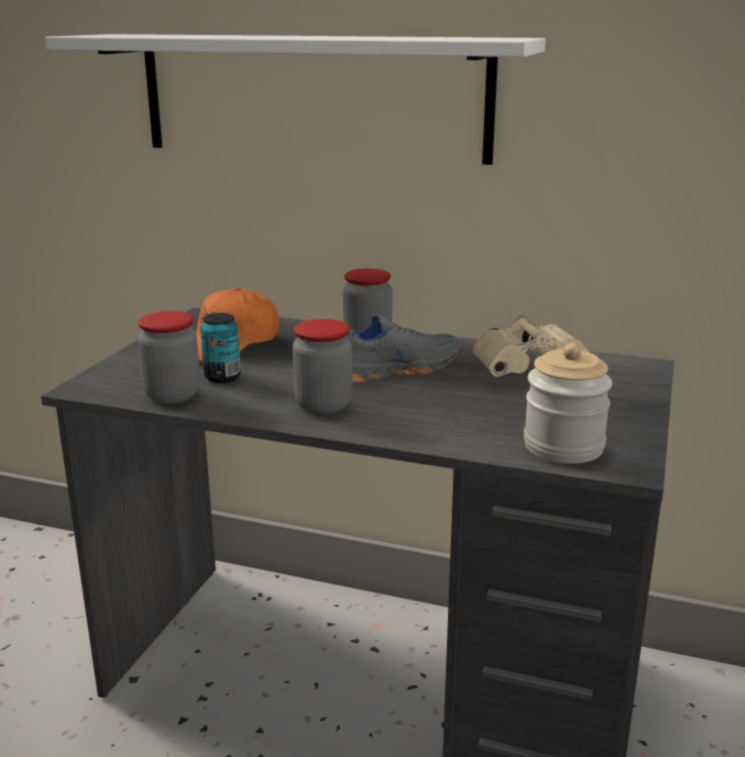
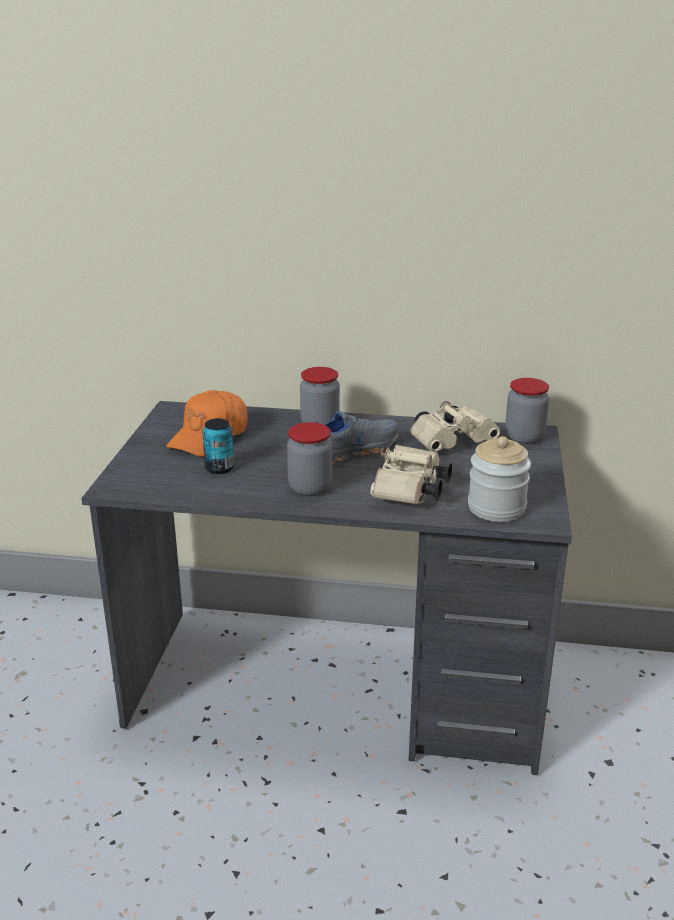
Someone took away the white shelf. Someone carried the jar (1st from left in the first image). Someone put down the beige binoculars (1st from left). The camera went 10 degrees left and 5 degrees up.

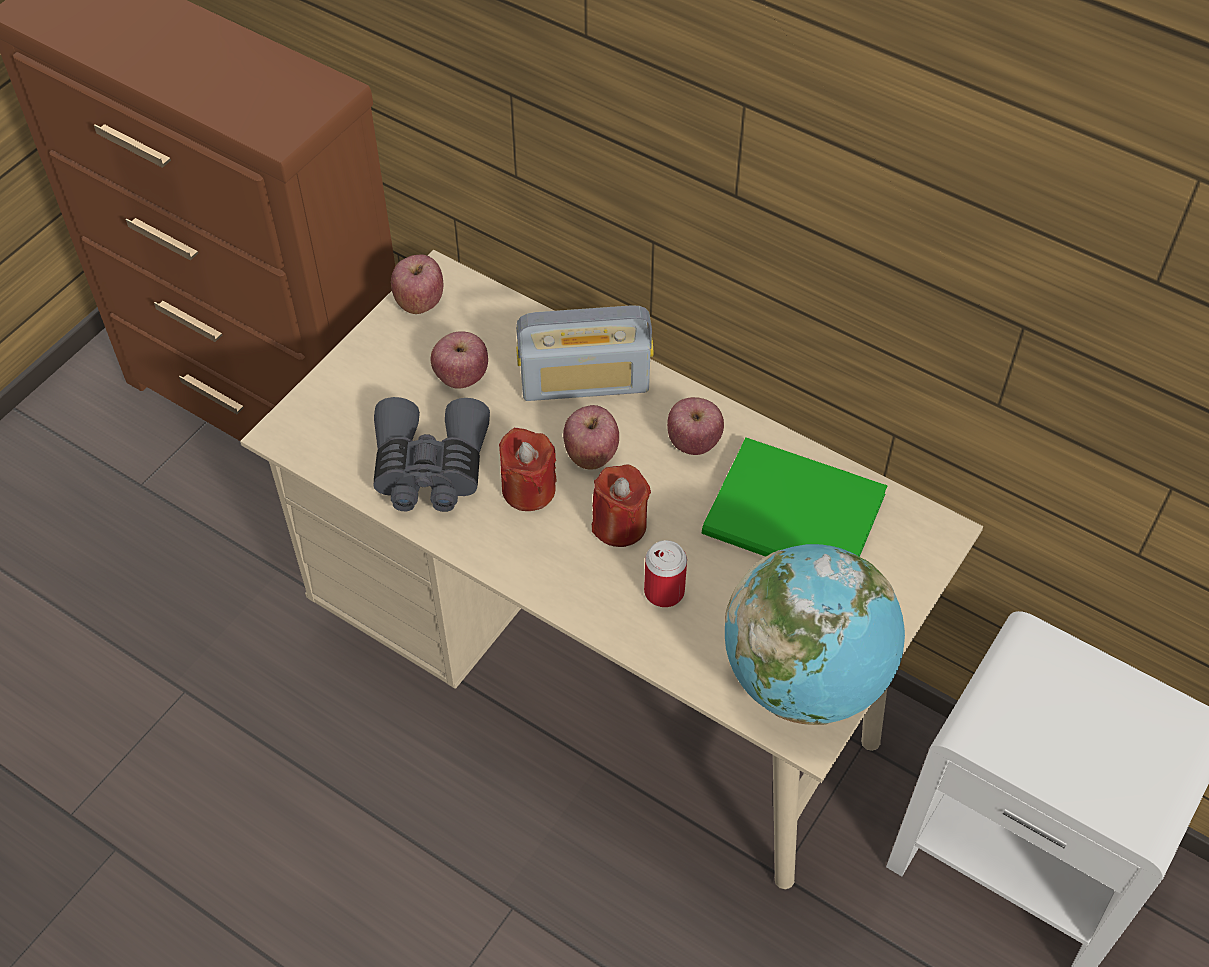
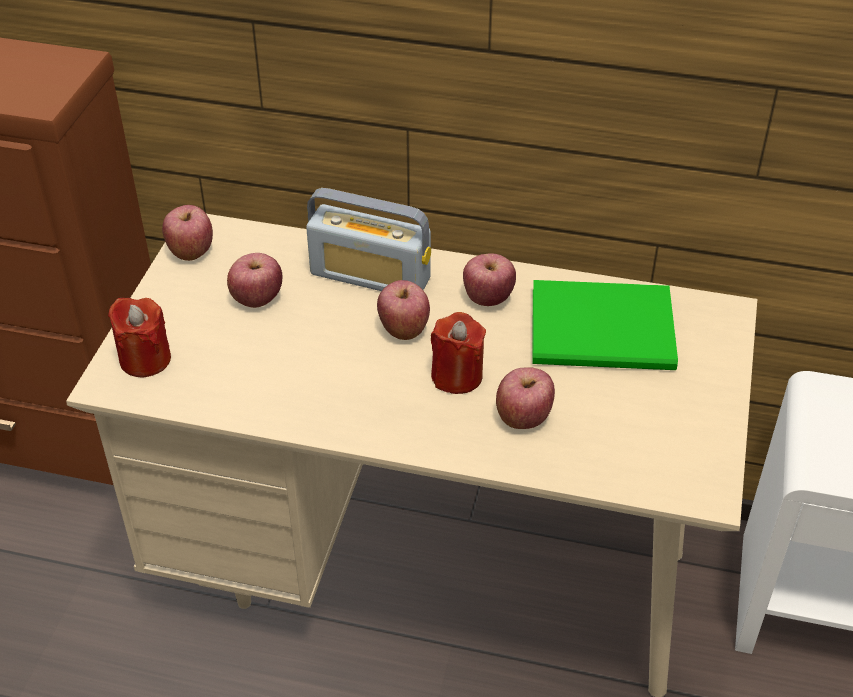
Someone rotated the radio by 45 degrees clockwise. Someone took away the grey binoculars. Someone carried the red candle (1st from left). Someone swapped the can for the apple (5th from left). Someone took away the globe. The camera went 20 degrees left and 10 degrees down.

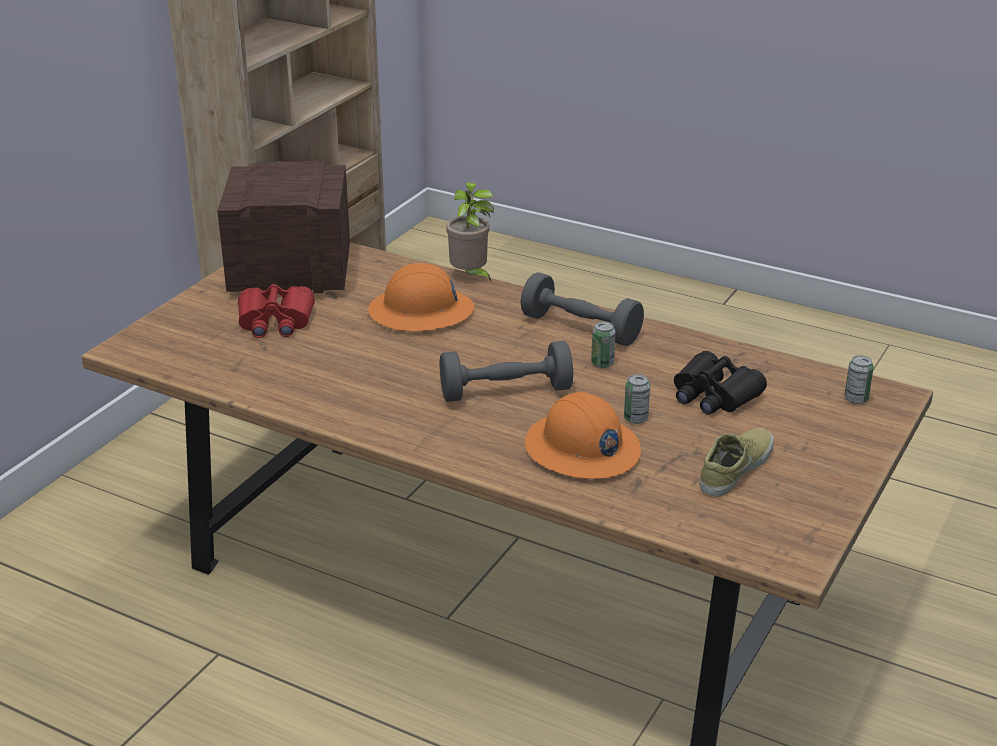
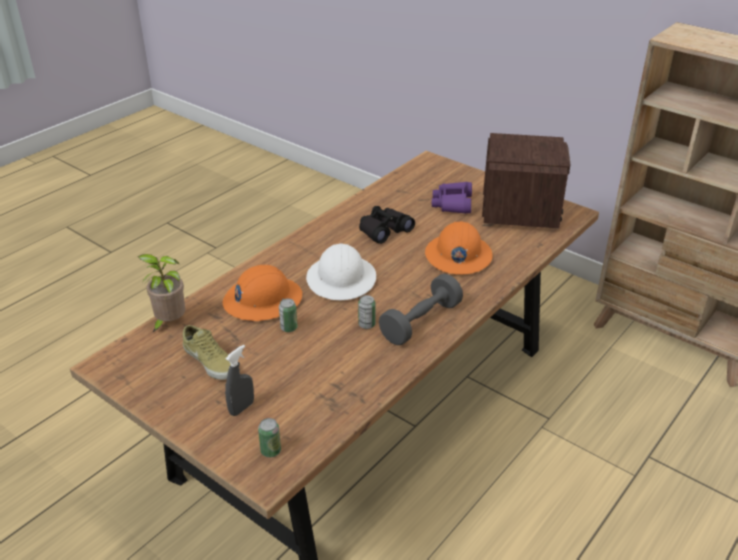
Someone carried the potted plant. Someone repainted the red binoculars, which became the purple binoculars. Someone swapped the grey dumbbell (1st from left) for the white hard hat. Someone carried the black binoculars. Someone put down the grey spray bottle. The camera went 100 degrees right and 5 degrees up.

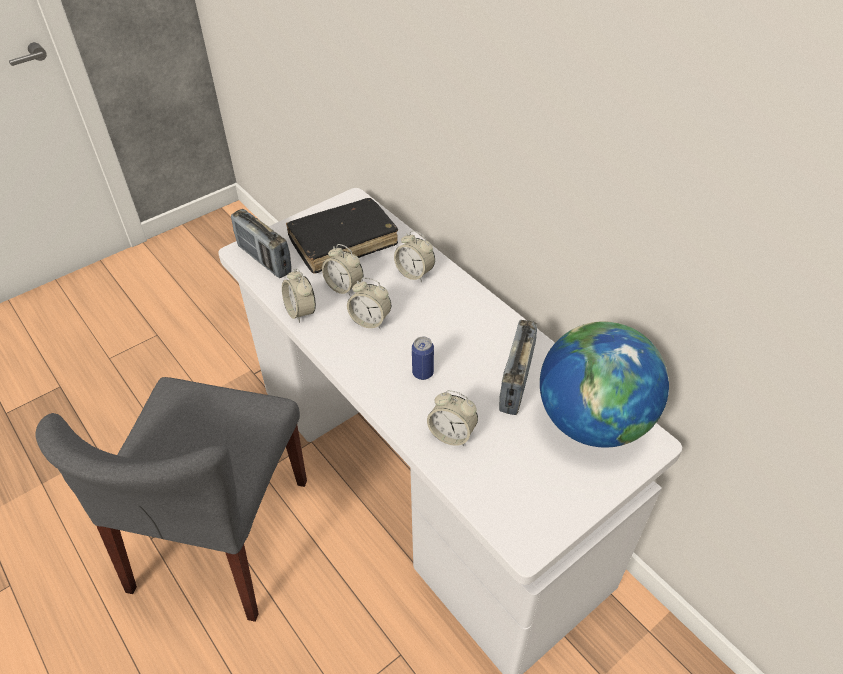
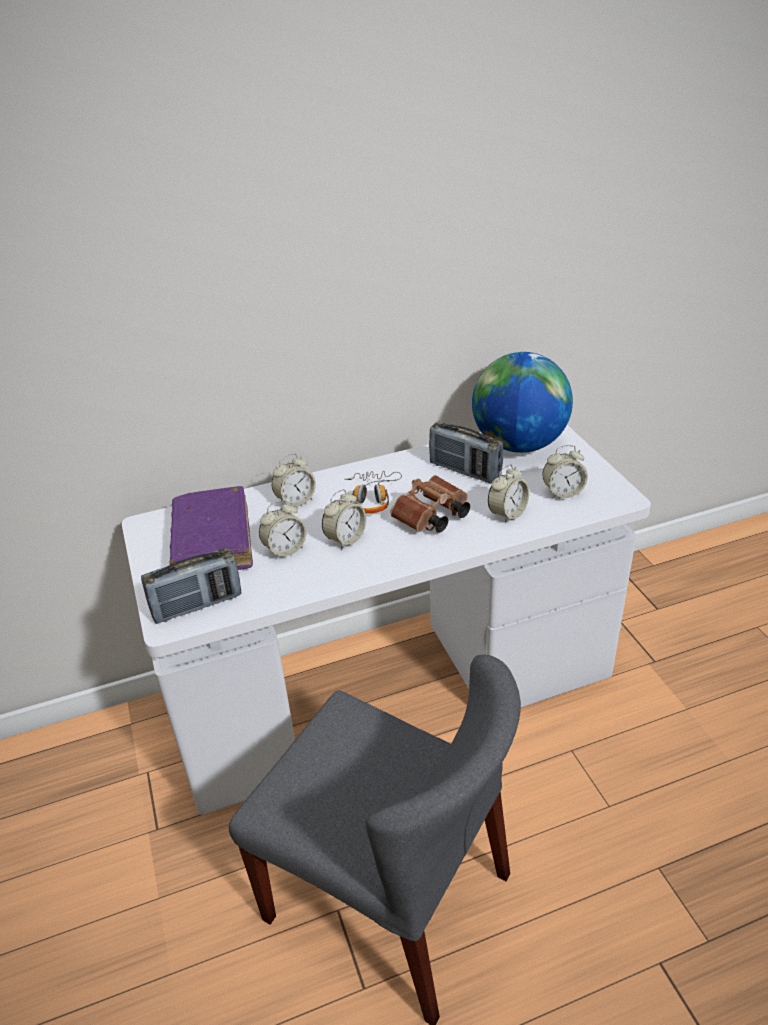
Someone repainted the black book, which became the purple book. Someone carried the alarm clock (1st from left in the first image). Someone swapped the can for the brown binoculars. Someone put down the headphones. The camera went 70 degrees left and 10 degrees down.

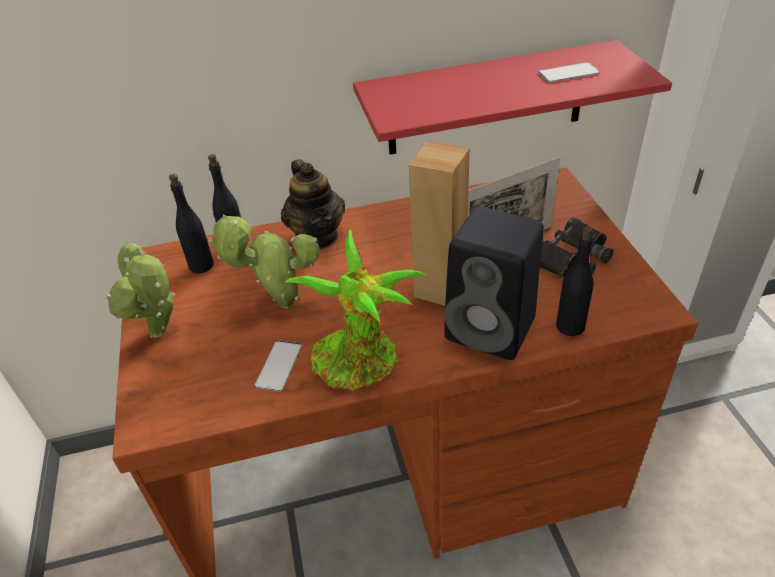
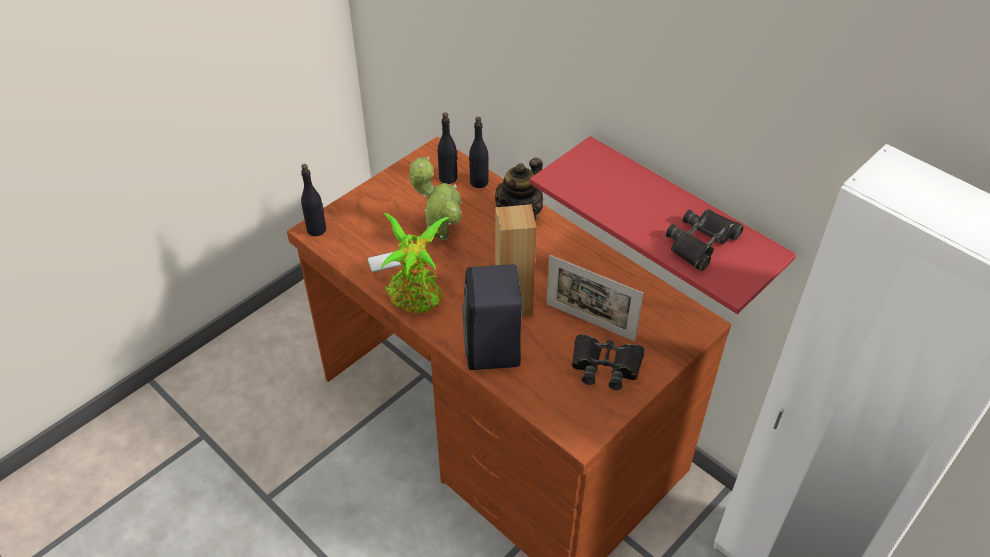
Someone swapped the phone (2nd from left) for the black binoculars (2nd from left). Someone carried the black bottle (3rd from left in the first image). Someone took away the potted plant (1st from left). The camera went 55 degrees right and 5 degrees up.

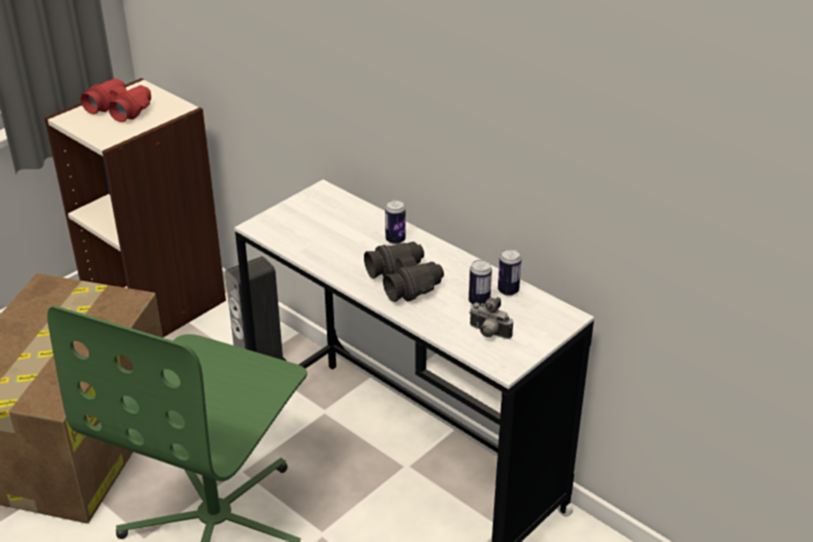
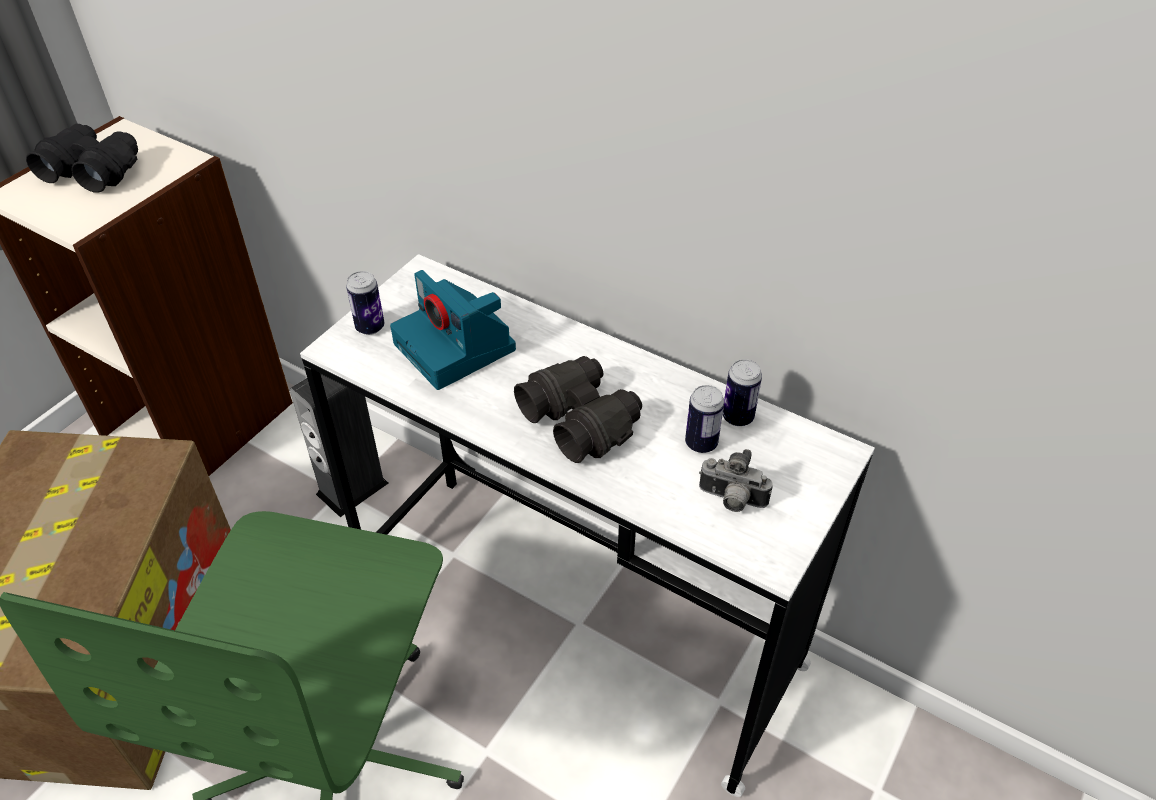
Someone repainted the red binoculars, which became the black binoculars (1st from left). Someone carried the can (1st from left). Someone put down the photo camera (1st from left). The camera went 10 degrees left and 10 degrees up.

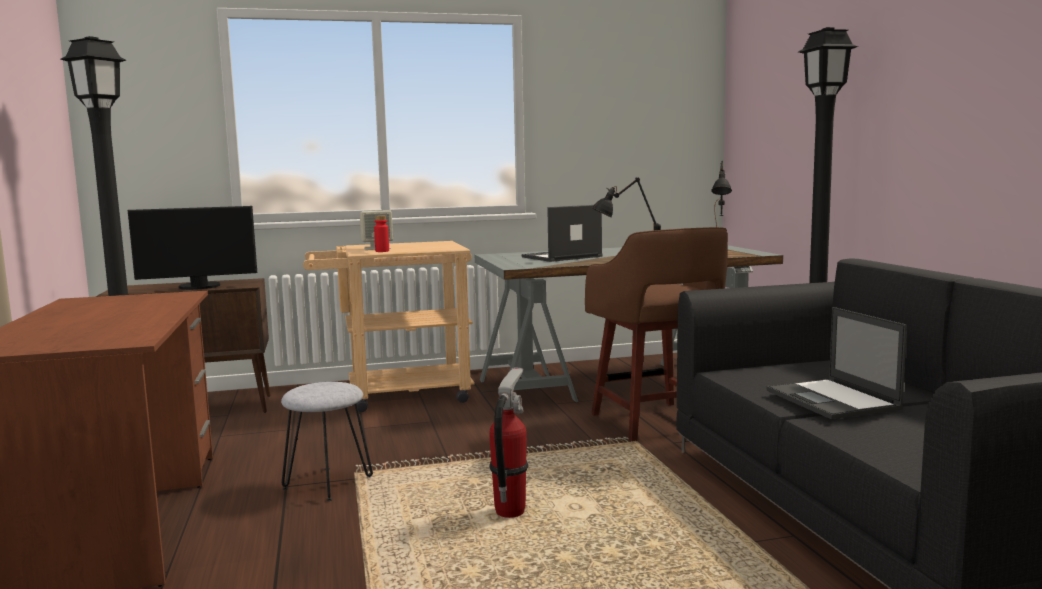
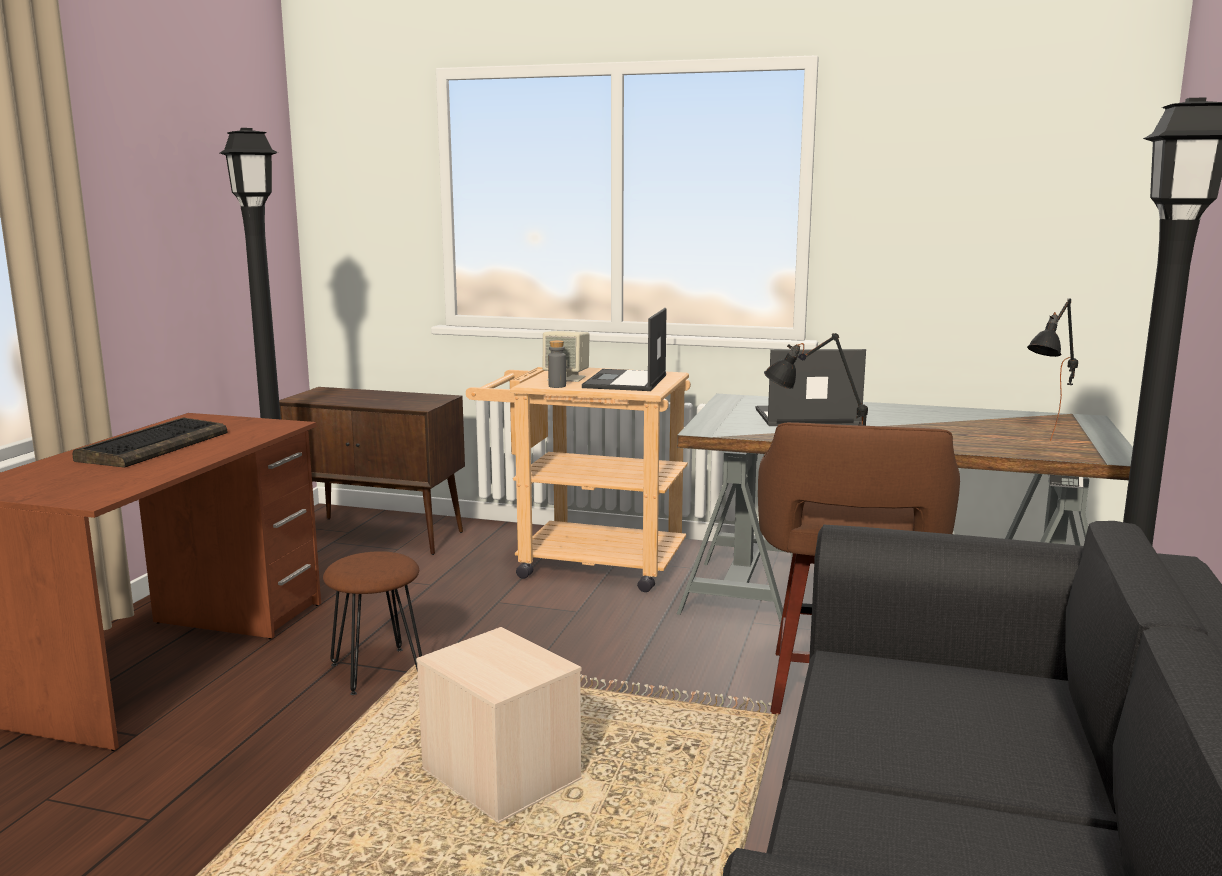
Someone took away the monitor. Someone repainted the red bottle, which became the grey bottle. Someone carried the laptop (2nd from left in the first image). Someone swapped the fire extinguisher for the beige storage box. Someone repainted the grey stool, which became the brown stool (1st from left). Someone put down the keyboard. The camera went 30 degrees right and 5 degrees up.

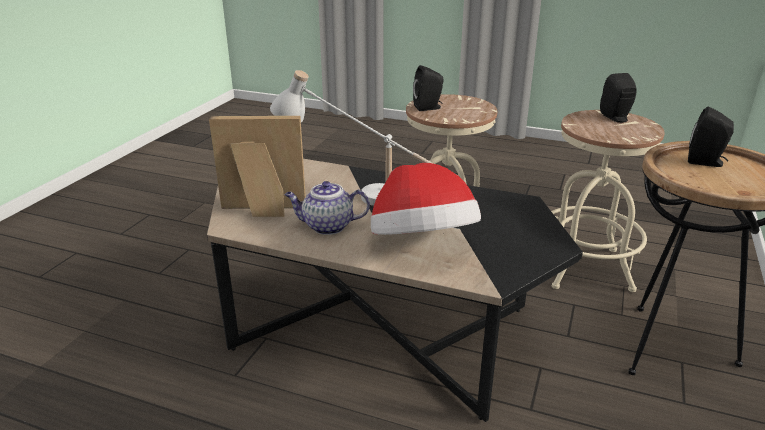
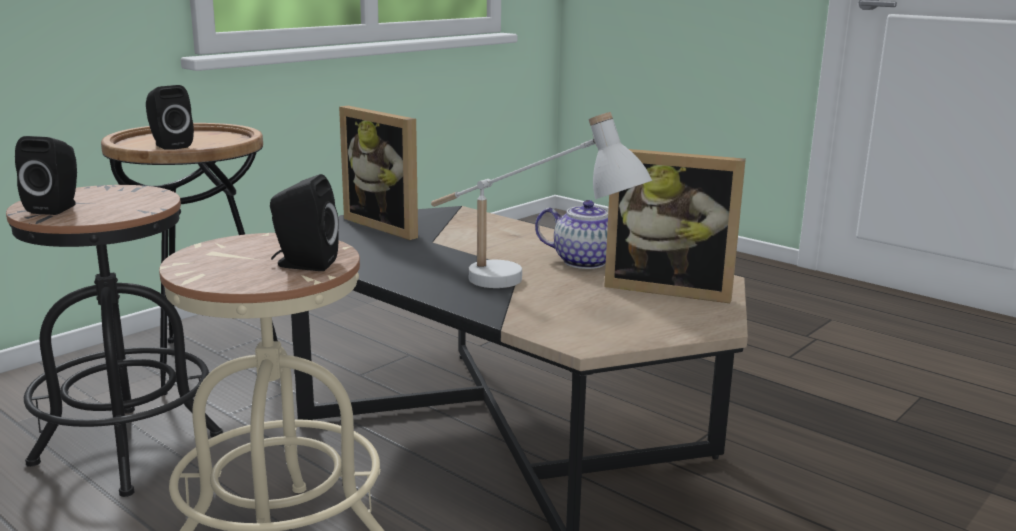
Someone repainted the beige stool (2nd from left), which became the black stool. Someone took away the hat. Someone put down the picture frame (1st from left). The camera went 160 degrees left and 10 degrees down.

